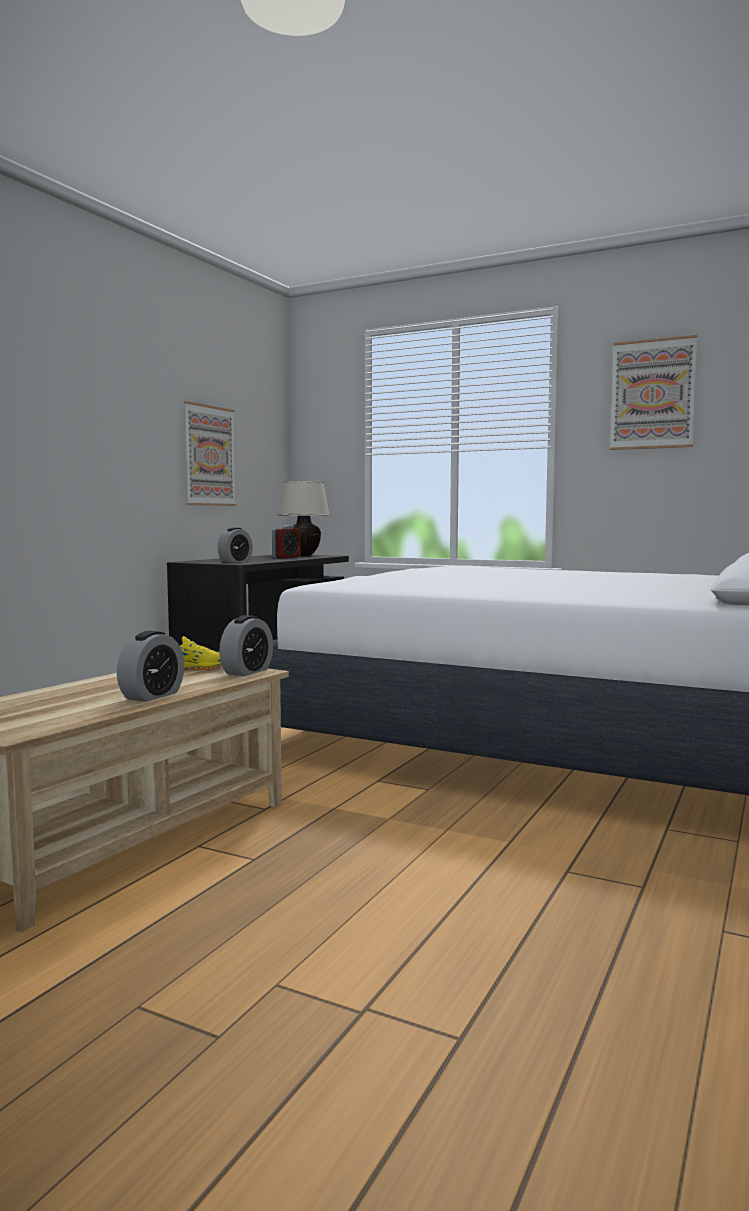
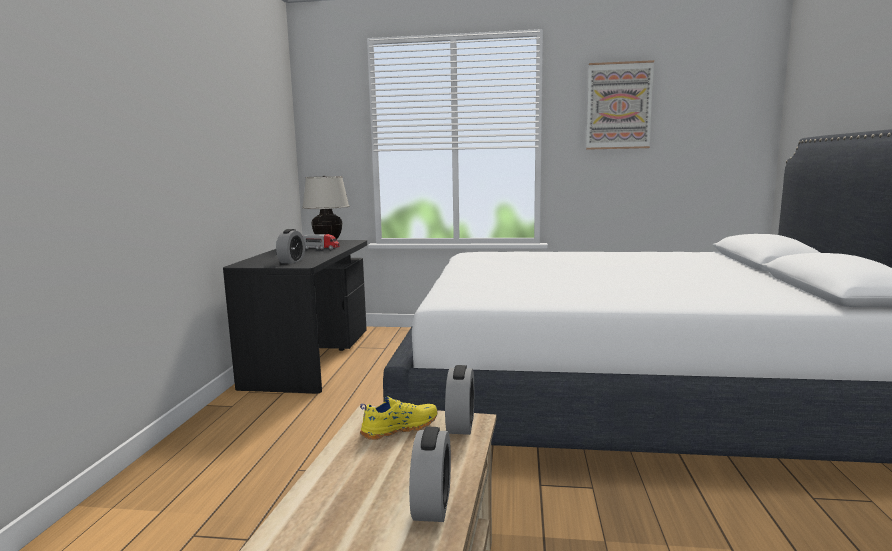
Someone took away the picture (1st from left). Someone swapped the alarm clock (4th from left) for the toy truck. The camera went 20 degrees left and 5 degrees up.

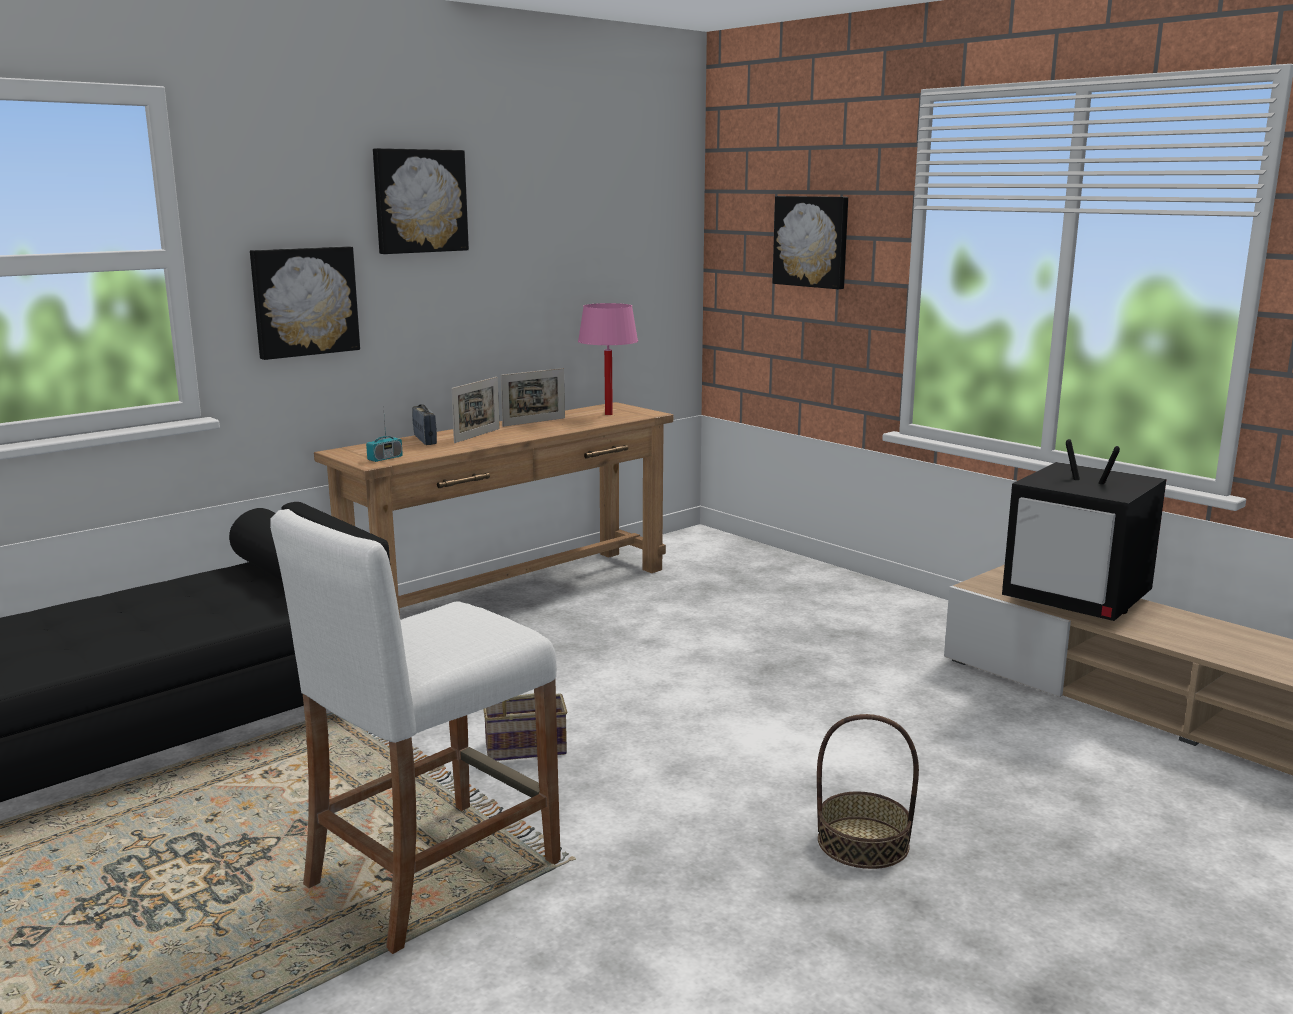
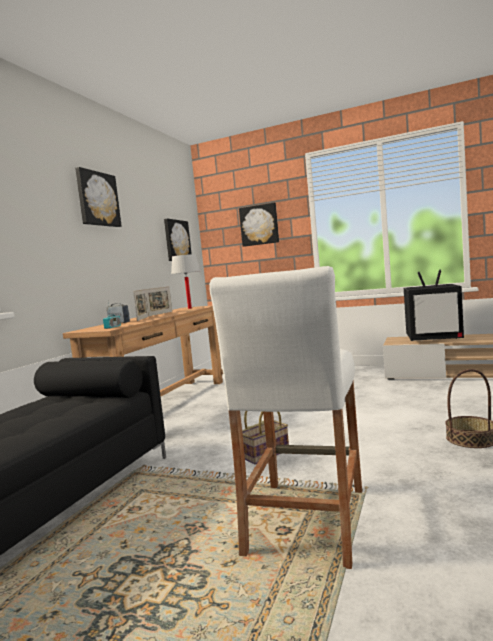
Someone carried the picture (1st from left in the first image). Someone repainted the pink table lamp, which became the white table lamp. The camera went 25 degrees left and 10 degrees down.

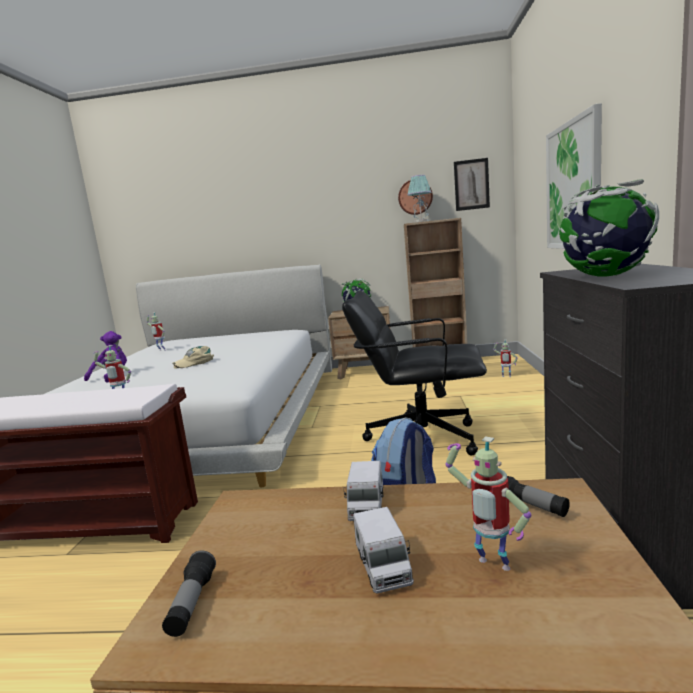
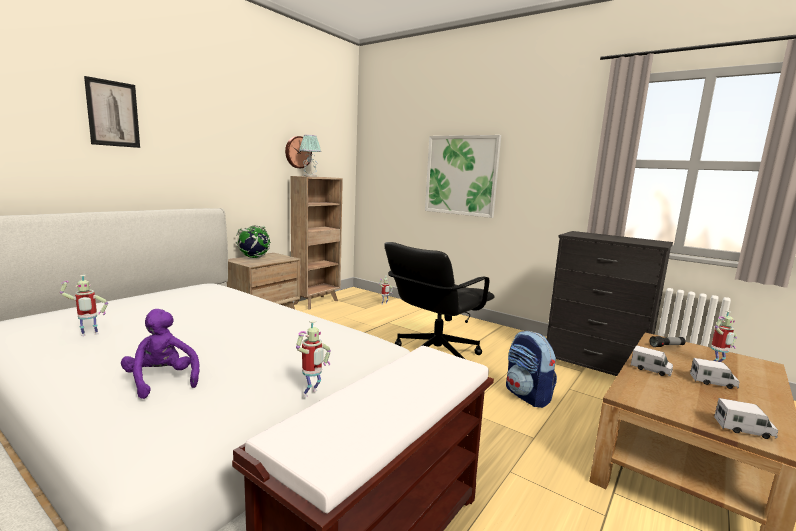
Someone carried the picture (1st from left). Someone took away the globe (2nd from left). Someone took away the beige cap. Someone swapped the flashlight (1st from left) for the toy truck (3rd from left). The camera went 60 degrees left and 0 degrees up.

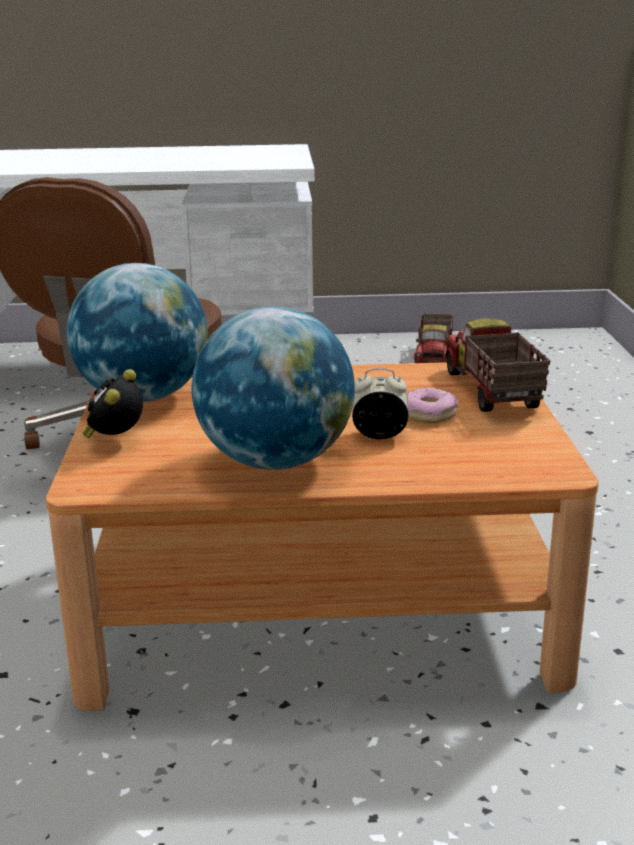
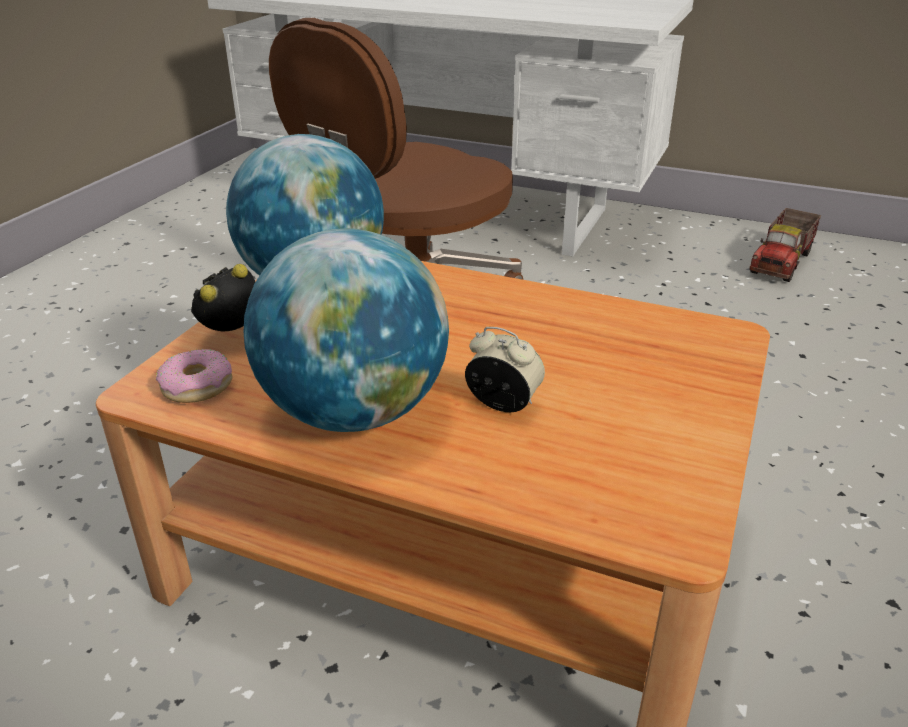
Someone took away the toy truck (2nd from left). Someone carried the donut. The camera went 25 degrees right and 10 degrees up.

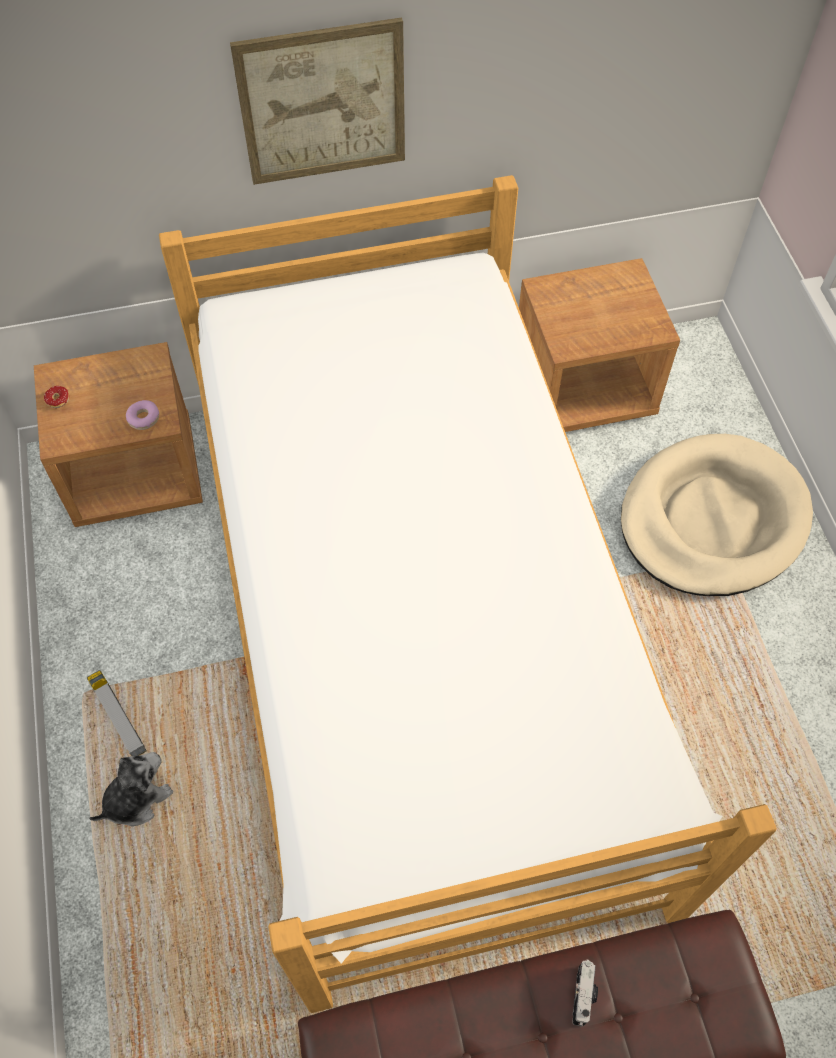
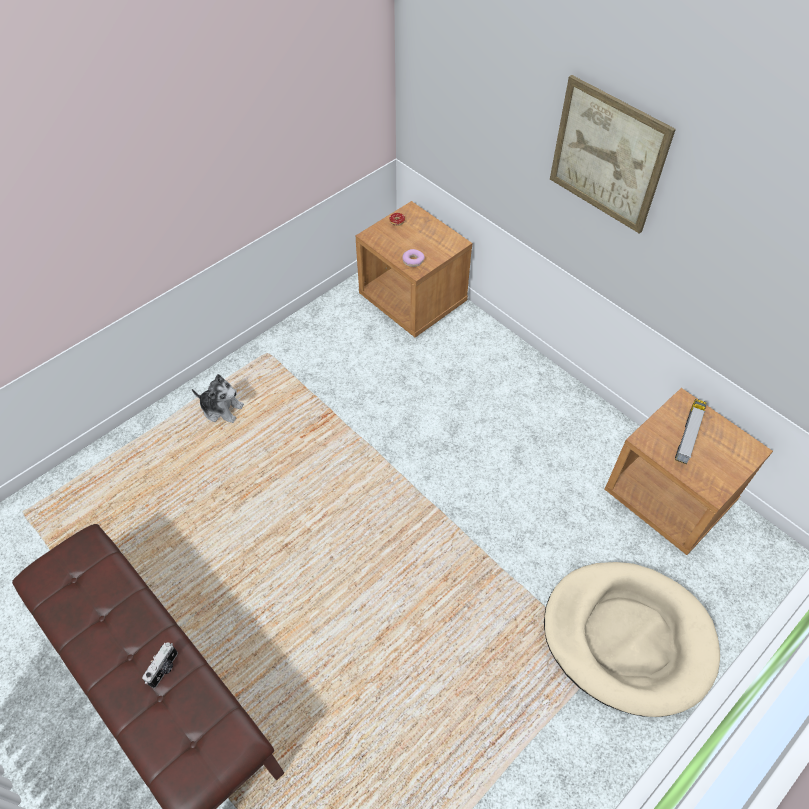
Someone took away the bed. Someone carried the toy truck. Someone rotated the photo camera by 45 degrees counterclockwise. The camera went 60 degrees right and 5 degrees down.

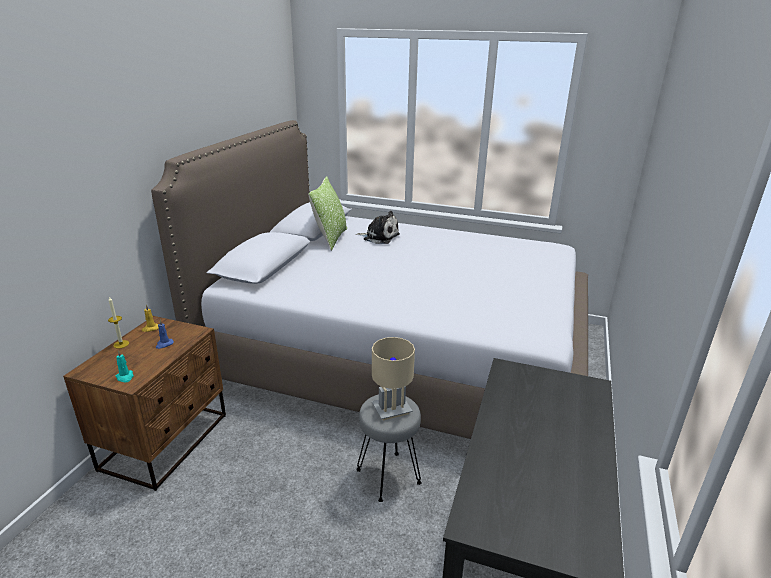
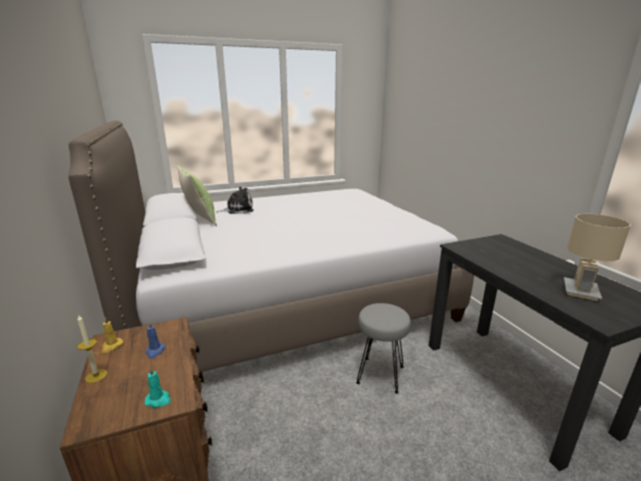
Someone carried the beige table lamp. The camera went 40 degrees left and 5 degrees down.

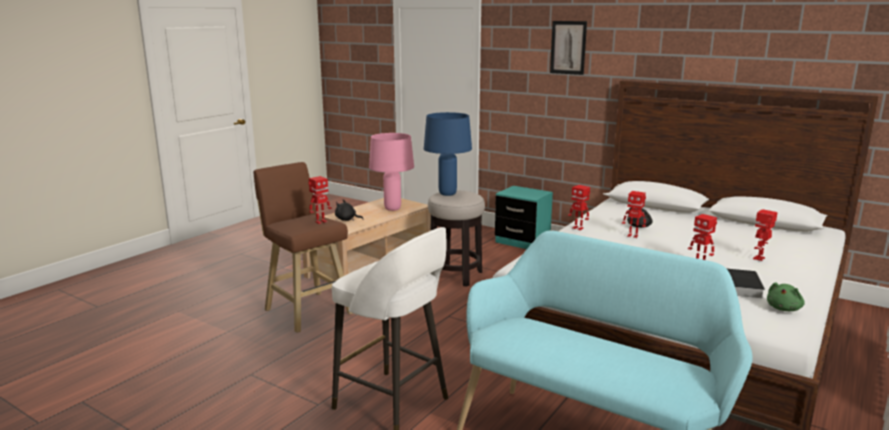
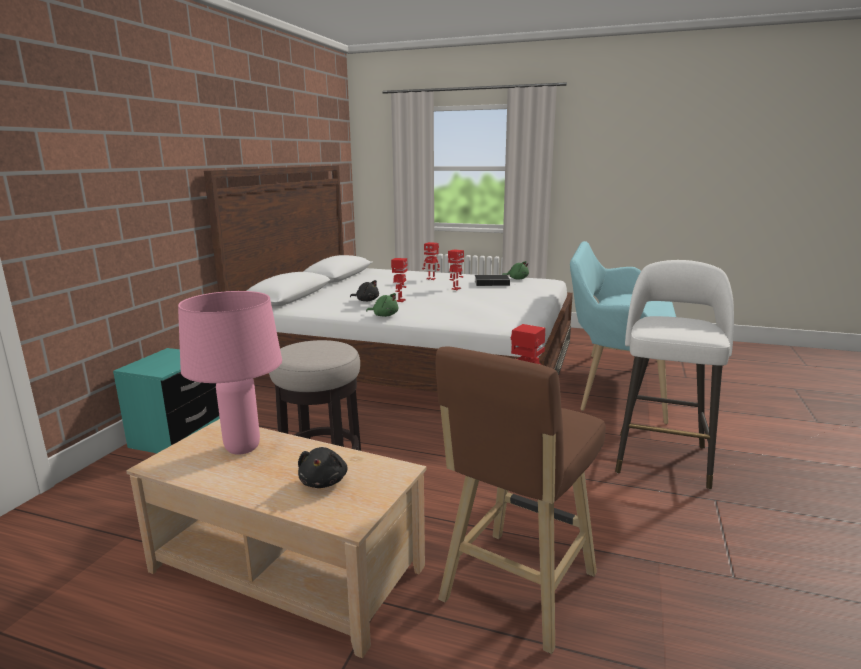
Someone took away the picture. Someone took away the blue table lamp. Someone swapped the toy robot (2nd from left) for the green plush toy (1st from left). The camera went 105 degrees left and 0 degrees up.

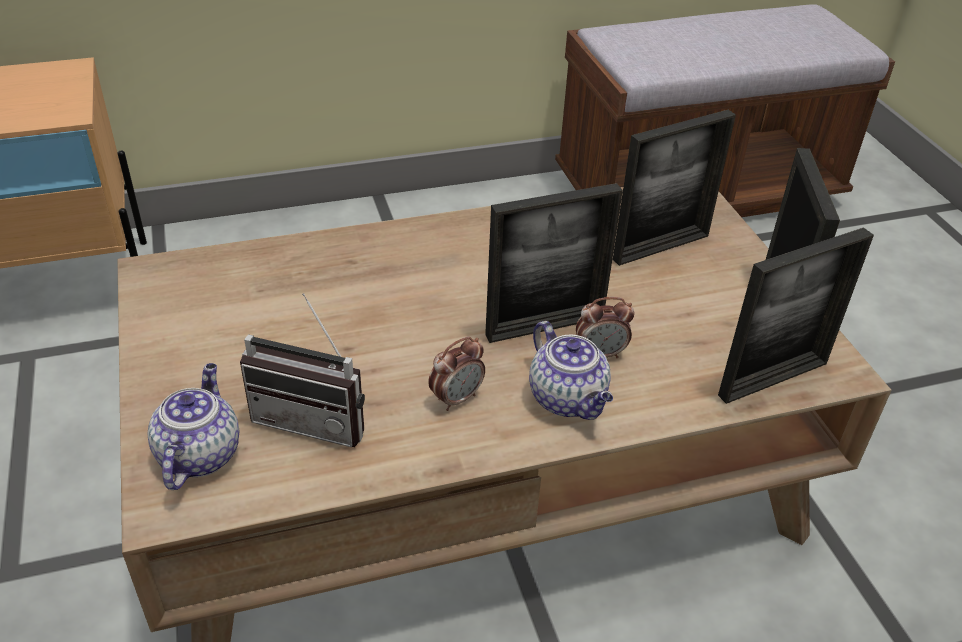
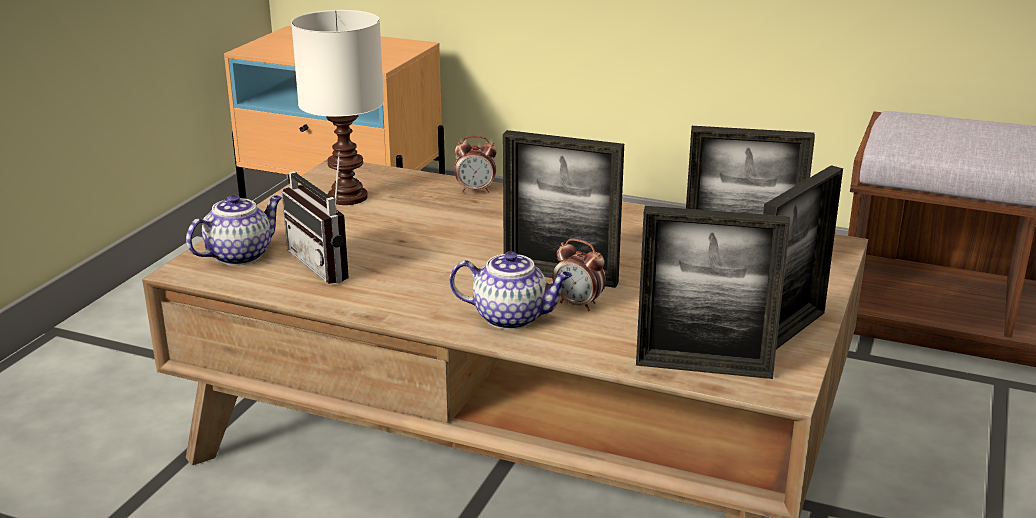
Someone rotated the teapot (2nd from left) by 90 degrees counterclockwise. Someone carried the alarm clock (1st from left). Someone put down the white table lamp. The camera went 40 degrees right and 15 degrees down.

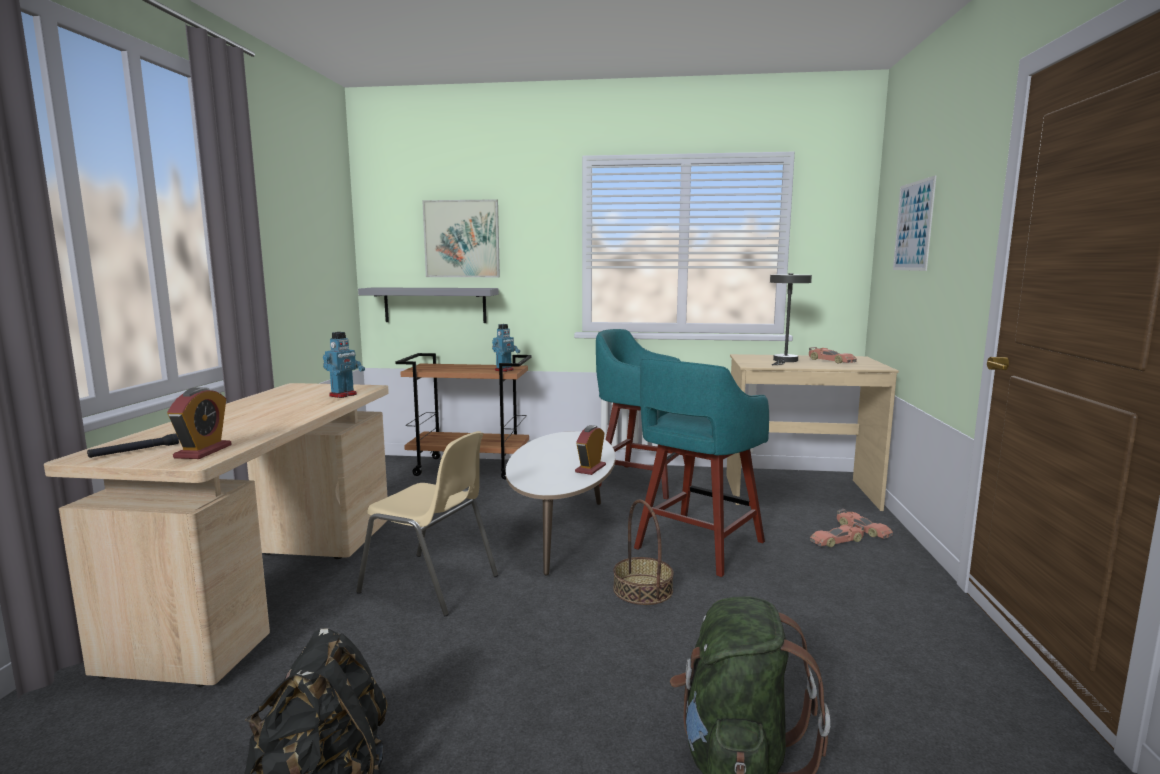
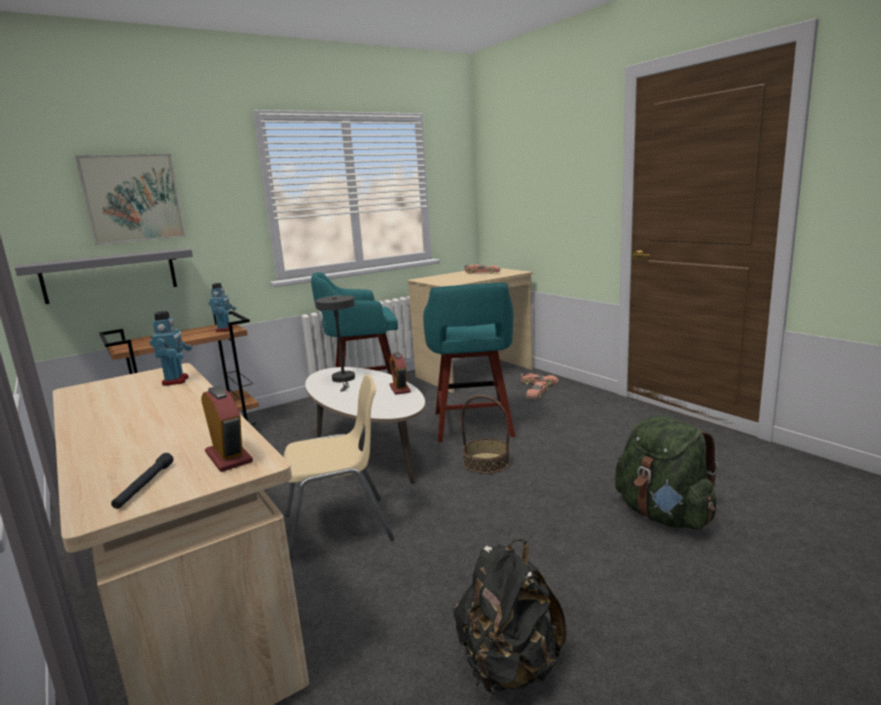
Someone took away the picture (2nd from left). Someone carried the grey table lamp. The camera went 40 degrees left and 5 degrees up.

